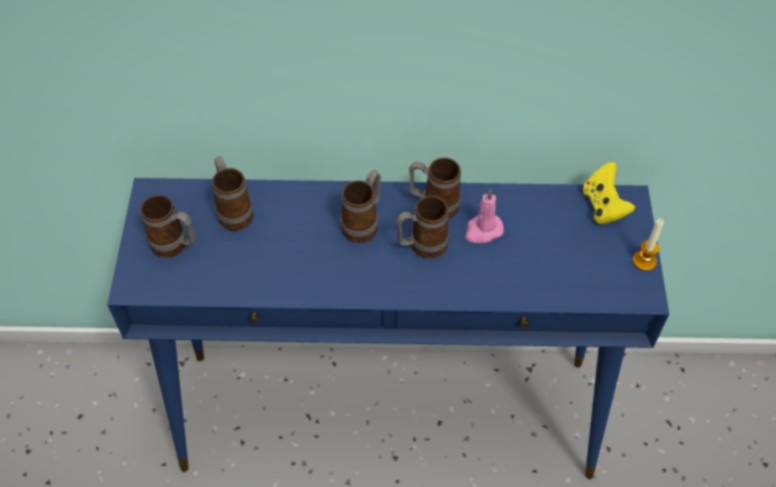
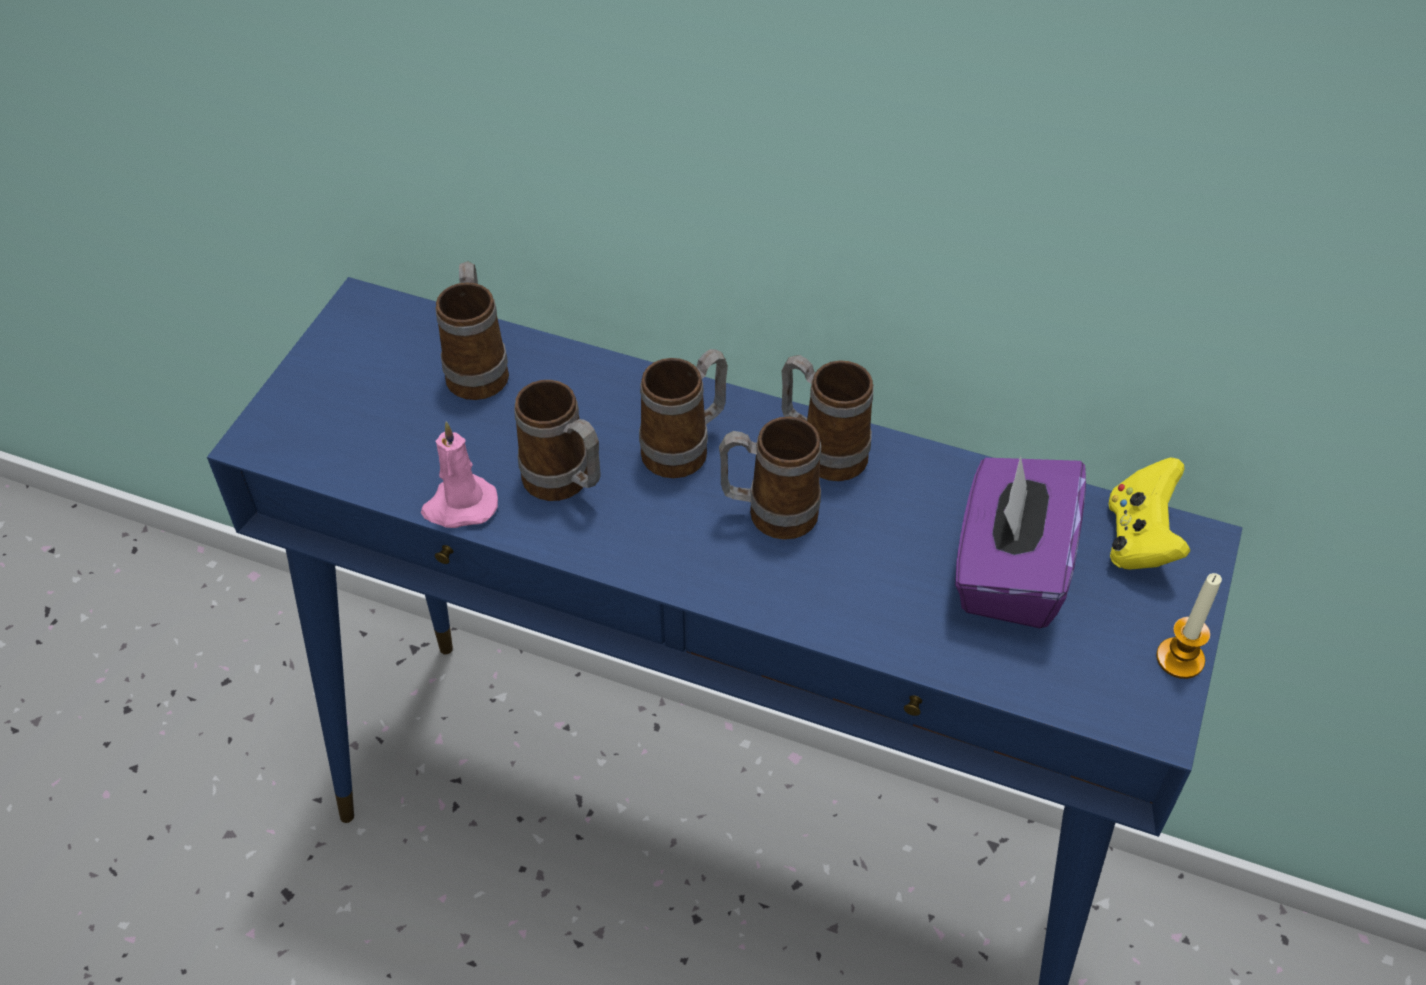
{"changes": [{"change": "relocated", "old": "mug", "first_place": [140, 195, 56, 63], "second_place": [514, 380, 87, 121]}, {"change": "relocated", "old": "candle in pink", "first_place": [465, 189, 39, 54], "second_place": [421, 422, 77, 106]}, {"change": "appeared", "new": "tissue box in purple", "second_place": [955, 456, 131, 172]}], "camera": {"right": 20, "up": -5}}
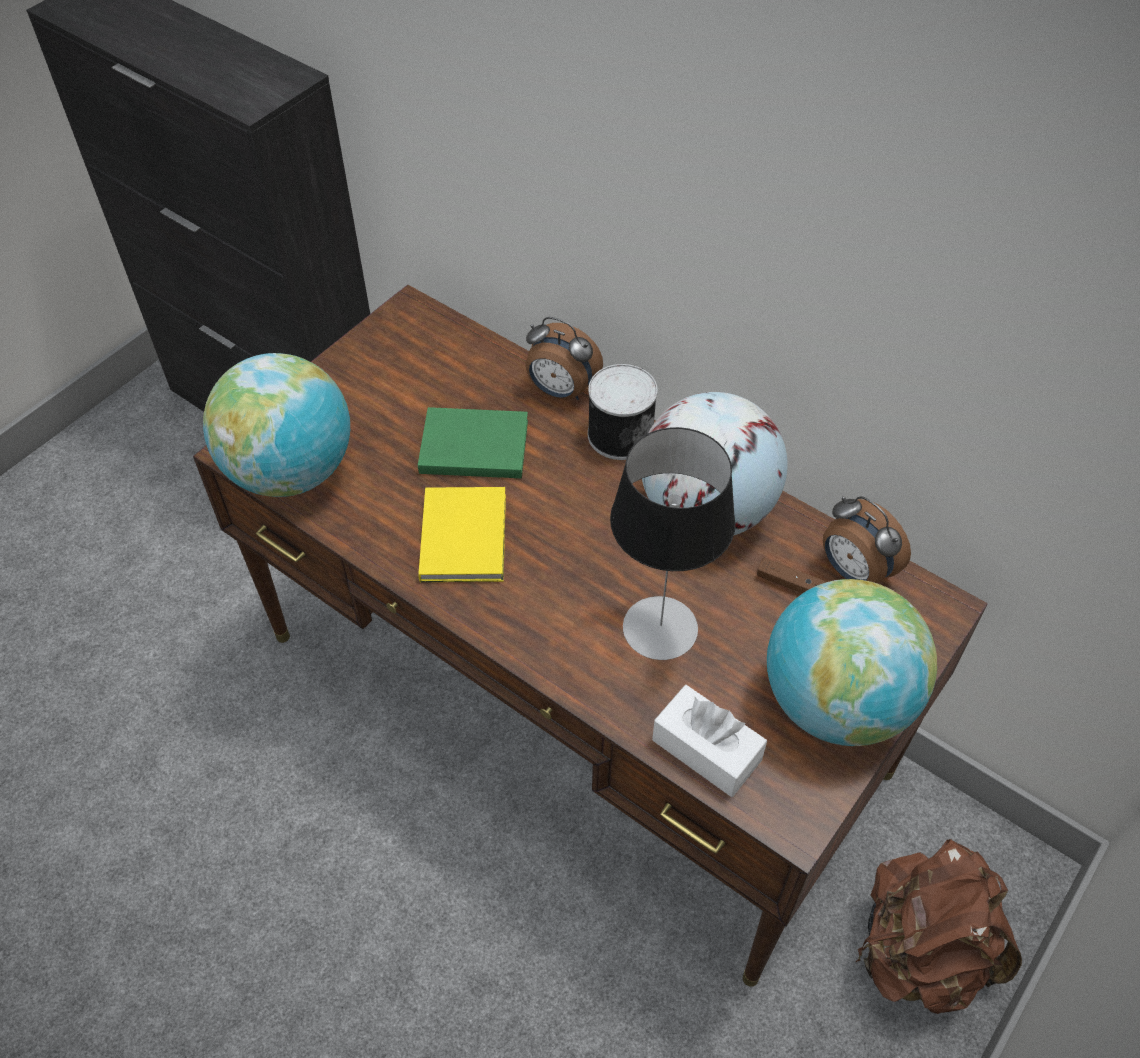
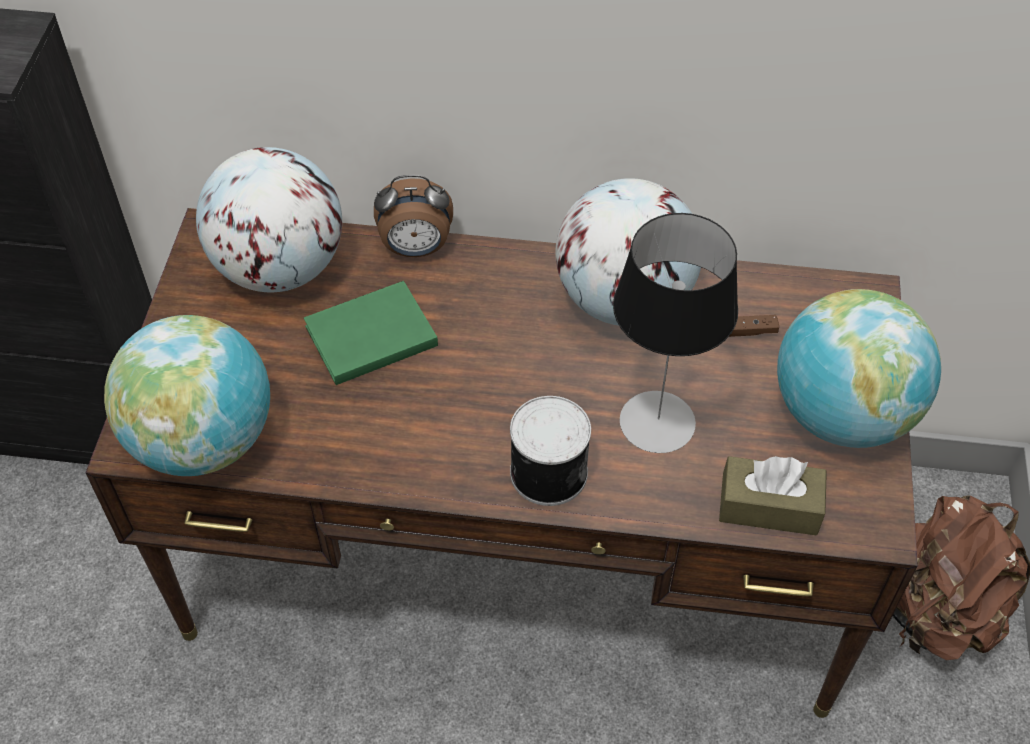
{"changes": [{"change": "missing", "old": "book in yellow", "first_place": [418, 487, 88, 95]}, {"change": "relocated", "old": "can", "first_place": [588, 364, 70, 96], "second_place": [510, 396, 81, 110]}, {"change": "colour", "old": "tissue box in white", "new": "tissue box in brown", "first_place": [652, 685, 115, 112], "second_place": [719, 456, 108, 80]}, {"change": "missing", "old": "alarm clock", "first_place": [823, 496, 88, 87]}, {"change": "appeared", "new": "globe", "second_place": [196, 147, 146, 145]}], "camera": {"right": -30, "up": 0}}
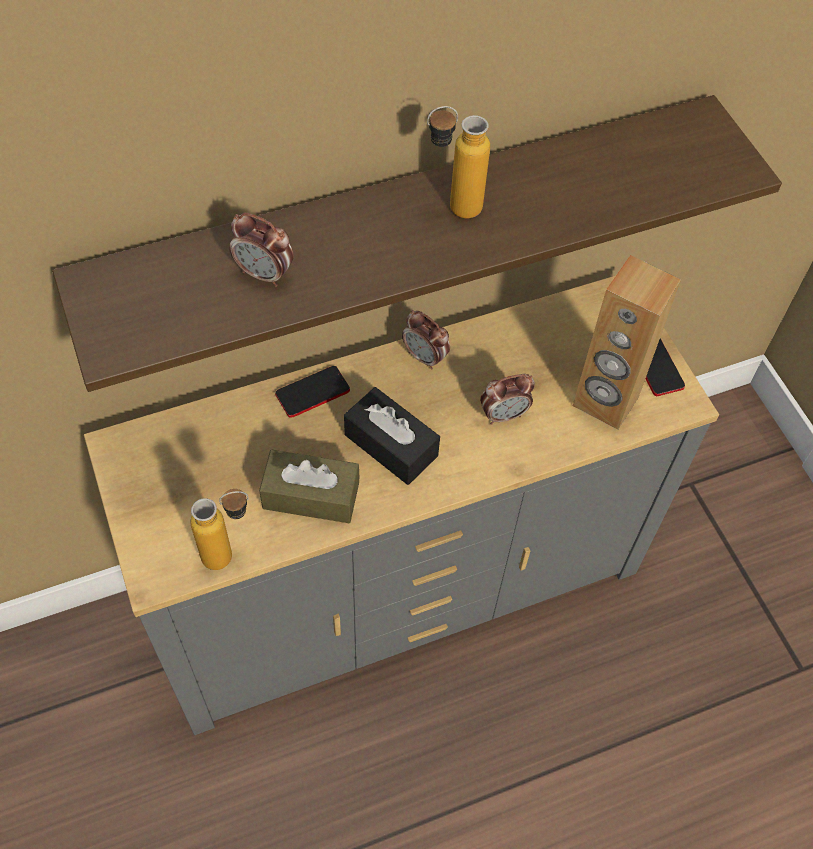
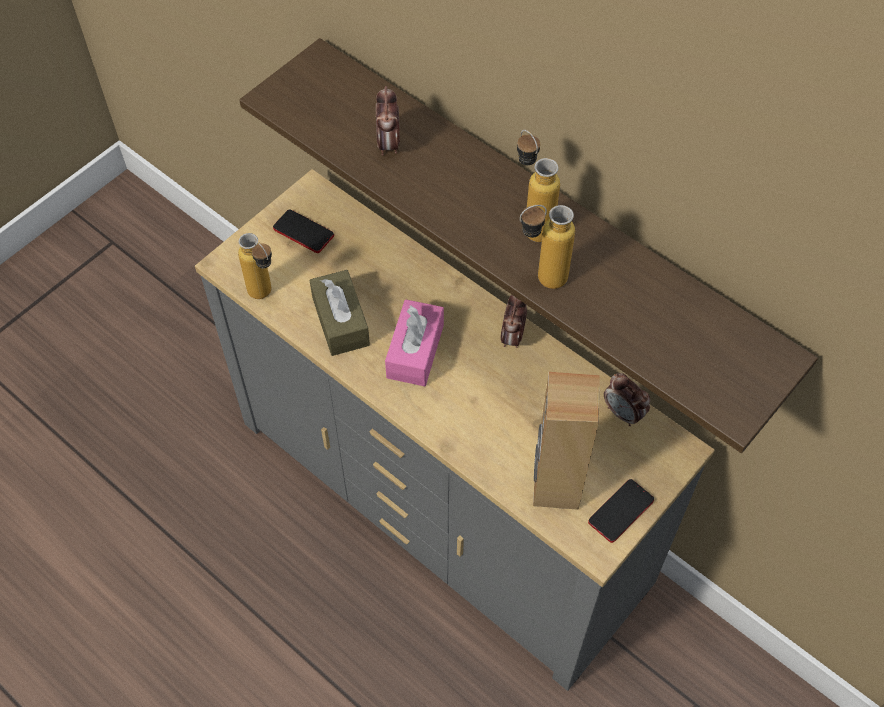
{"changes": [{"change": "relocated", "old": "phone", "first_place": [275, 366, 75, 52], "second_place": [273, 209, 61, 44]}, {"change": "colour", "old": "tissue box in black", "new": "tissue box in pink", "first_place": [344, 387, 96, 98], "second_place": [385, 299, 59, 87]}, {"change": "relocated", "old": "alarm clock", "first_place": [480, 373, 55, 52], "second_place": [604, 373, 46, 53]}, {"change": "appeared", "new": "bottle", "second_place": [520, 205, 55, 84]}], "camera": {"right": 65, "up": 0}}
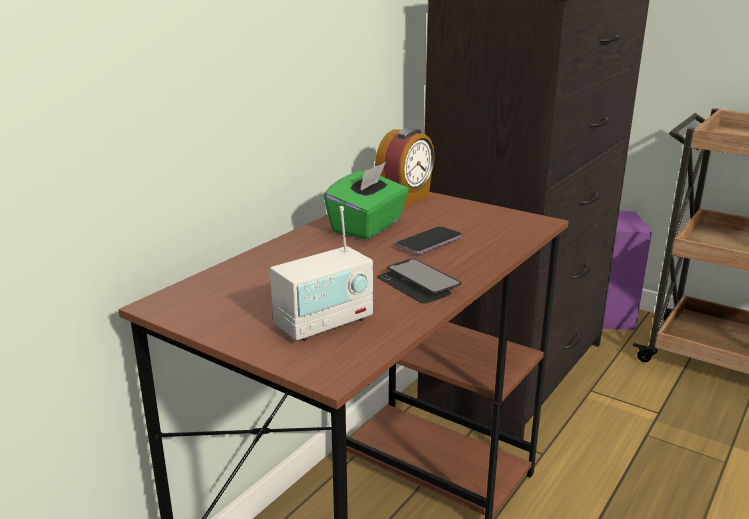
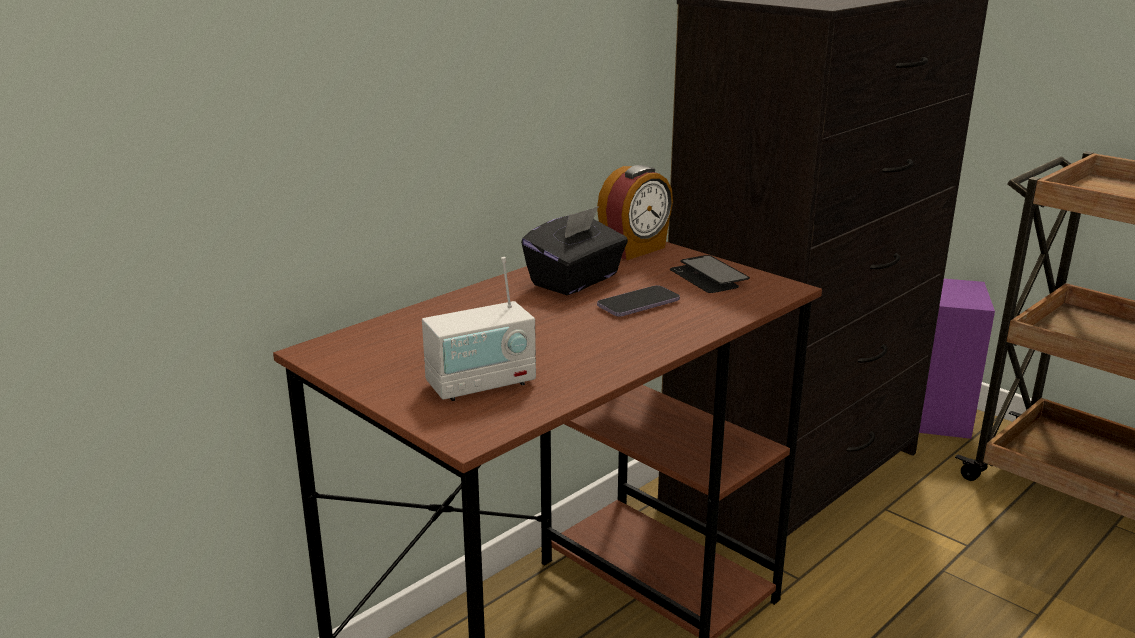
{"changes": [{"change": "colour", "old": "tissue box in green", "new": "tissue box in black", "first_place": [324, 162, 85, 78], "second_place": [521, 206, 107, 89]}, {"change": "relocated", "old": "phone", "first_place": [377, 259, 85, 45], "second_place": [670, 255, 80, 38]}], "camera": {"right": 10, "up": 0}}
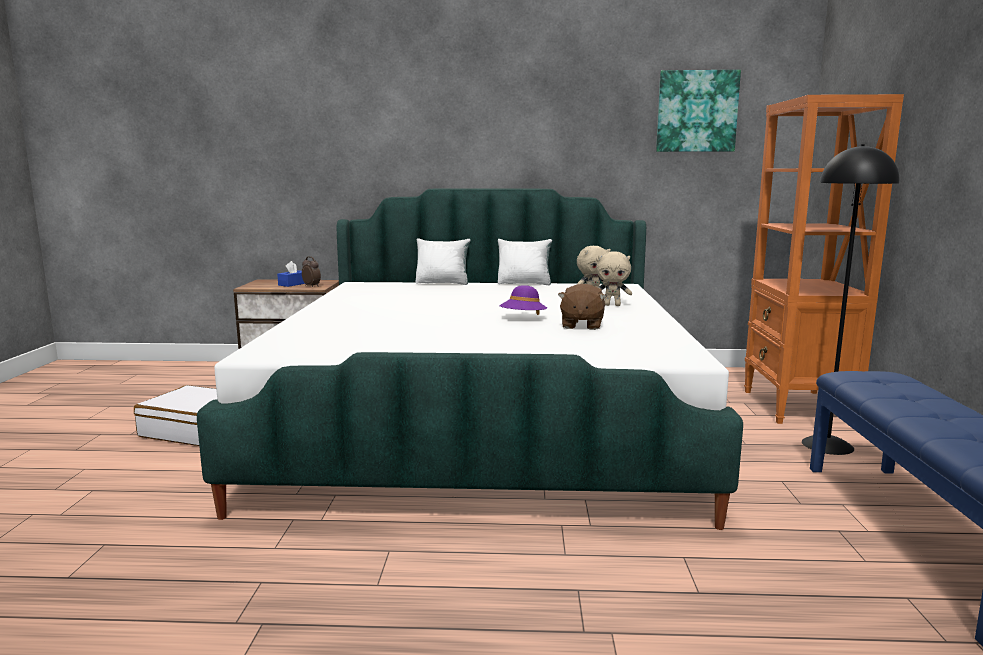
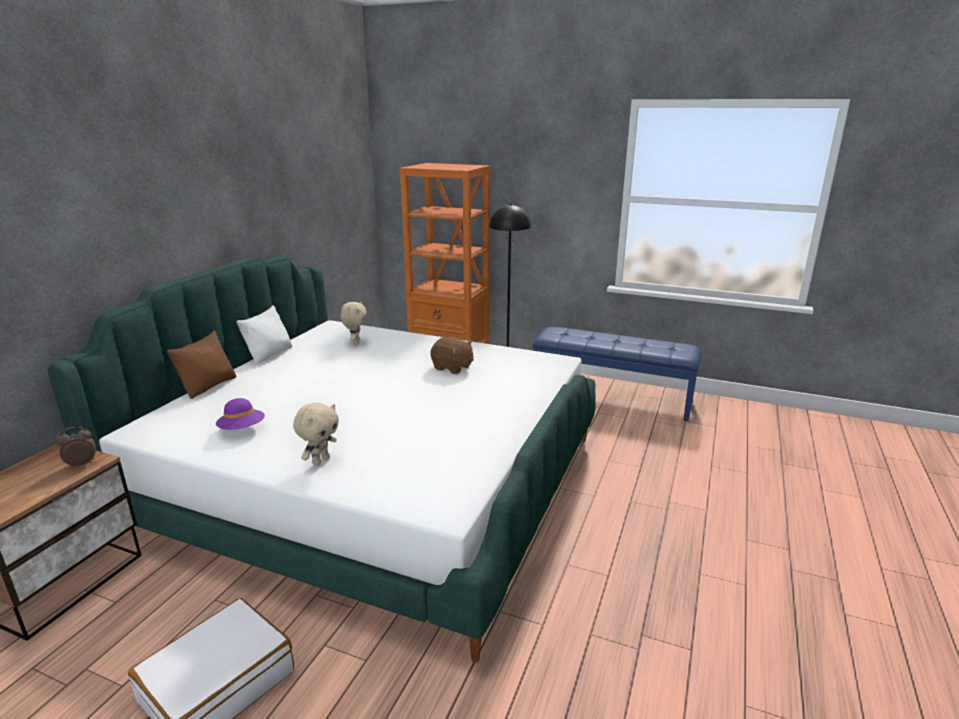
{"changes": [{"change": "missing", "old": "tissue box in blue", "first_place": [277, 261, 28, 26]}, {"change": "colour", "old": "pillow in white", "new": "pillow in brown", "first_place": [415, 238, 55, 47], "second_place": [167, 331, 69, 68]}, {"change": "relocated", "old": "hat in purple", "first_place": [499, 285, 48, 30], "second_place": [216, 398, 49, 32]}, {"change": "relocated", "old": "plush toy in beige", "first_place": [597, 251, 35, 55], "second_place": [293, 402, 46, 64]}, {"change": "missing", "old": "picture", "first_place": [656, 70, 85, 82]}], "camera": {"right": -70, "up": 10}}
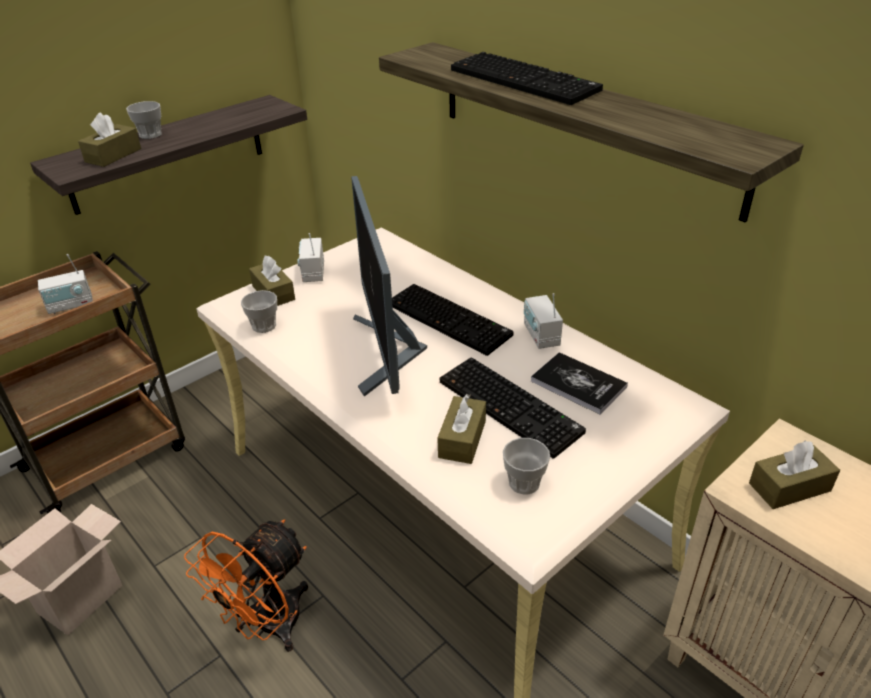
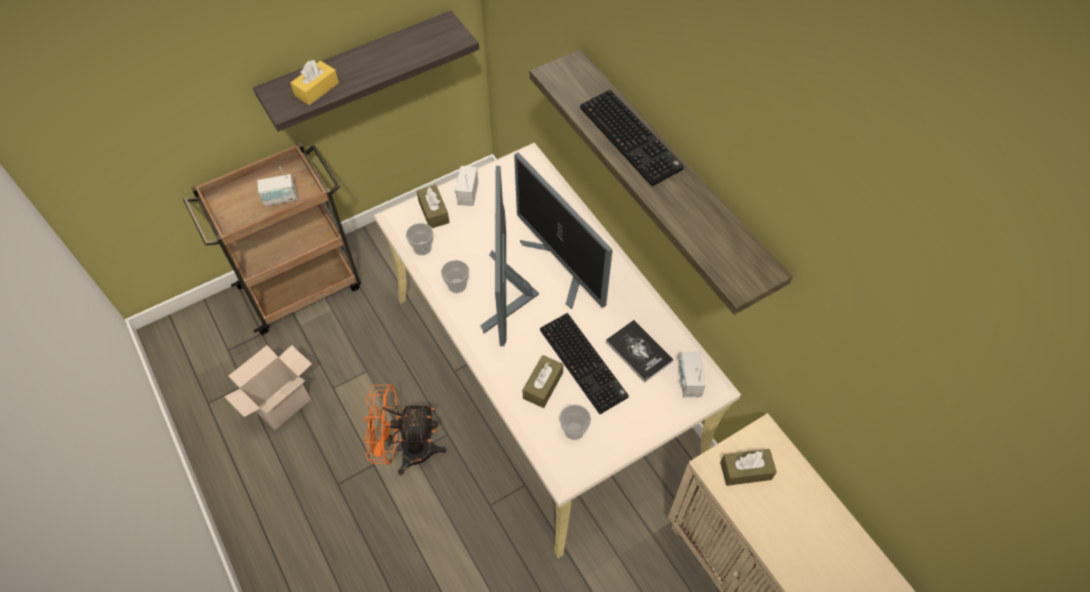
{"changes": [{"change": "colour", "old": "tissue box in brown", "new": "tissue box in yellow", "first_place": [78, 112, 63, 55], "second_place": [291, 60, 48, 45]}, {"change": "relocated", "old": "cup", "first_place": [126, 101, 36, 38], "second_place": [441, 260, 28, 33]}, {"change": "spun", "old": "fan in orange", "first_place": [184, 520, 124, 132], "second_place": [363, 384, 84, 91], "degrees": 45}, {"change": "exchanged", "old": "keyboard", "new": "monitor", "first_place": [392, 284, 121, 72], "second_place": [514, 152, 98, 157]}, {"change": "relocated", "old": "radio", "first_place": [524, 293, 39, 56], "second_place": [679, 352, 27, 45]}], "camera": {"right": 10, "up": 20}}
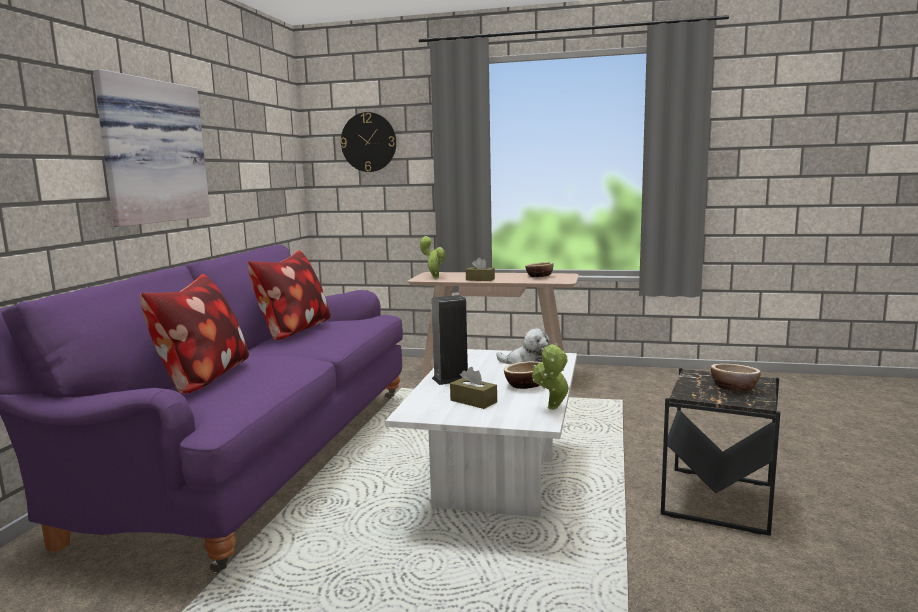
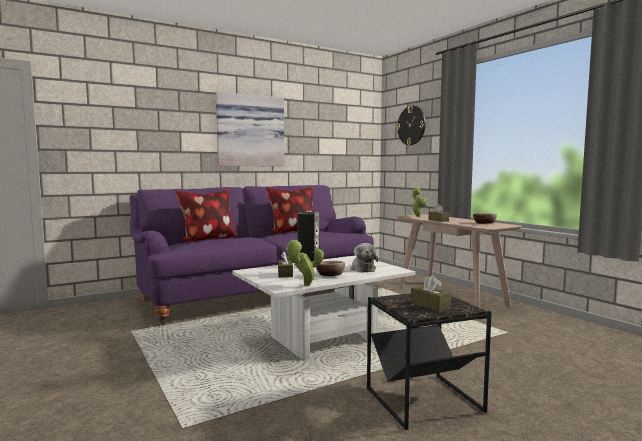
{"changes": [{"change": "exchanged", "old": "bowl", "new": "tissue box in brown", "first_place": [711, 364, 50, 27], "second_place": [411, 275, 40, 37]}], "camera": {"right": 45, "up": -5}}
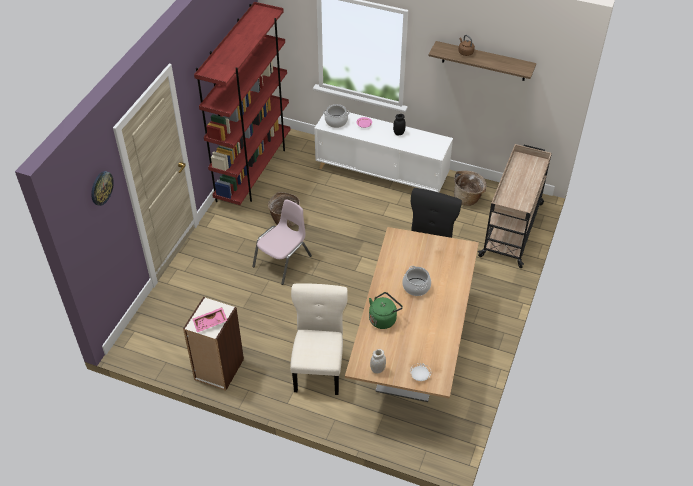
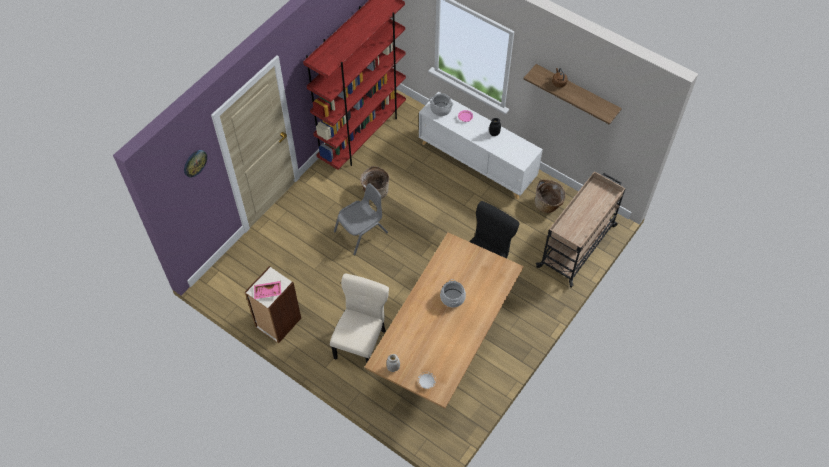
{"changes": [{"change": "colour", "old": "chair in pink", "new": "chair in grey", "first_place": [252, 199, 60, 86], "second_place": [334, 183, 54, 72]}, {"change": "missing", "old": "kettle in green", "first_place": [369, 292, 34, 37]}], "camera": {"right": 15, "up": 10}}
